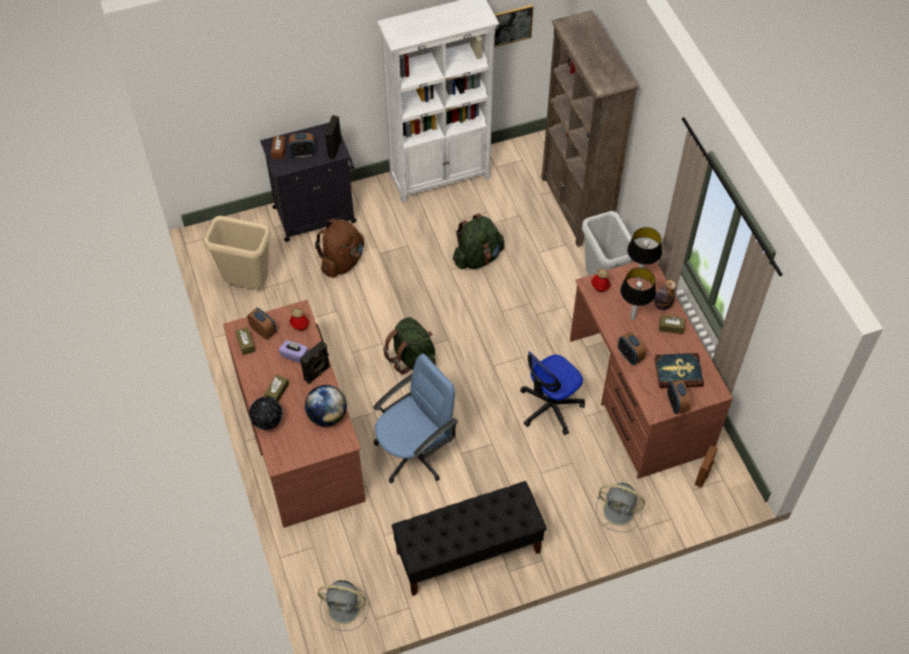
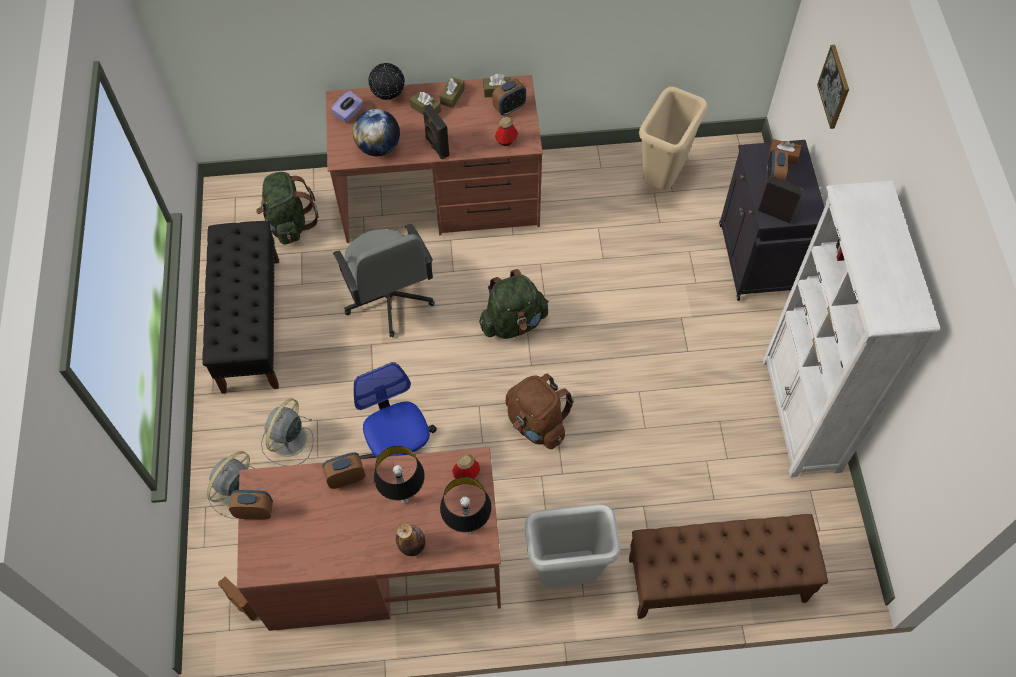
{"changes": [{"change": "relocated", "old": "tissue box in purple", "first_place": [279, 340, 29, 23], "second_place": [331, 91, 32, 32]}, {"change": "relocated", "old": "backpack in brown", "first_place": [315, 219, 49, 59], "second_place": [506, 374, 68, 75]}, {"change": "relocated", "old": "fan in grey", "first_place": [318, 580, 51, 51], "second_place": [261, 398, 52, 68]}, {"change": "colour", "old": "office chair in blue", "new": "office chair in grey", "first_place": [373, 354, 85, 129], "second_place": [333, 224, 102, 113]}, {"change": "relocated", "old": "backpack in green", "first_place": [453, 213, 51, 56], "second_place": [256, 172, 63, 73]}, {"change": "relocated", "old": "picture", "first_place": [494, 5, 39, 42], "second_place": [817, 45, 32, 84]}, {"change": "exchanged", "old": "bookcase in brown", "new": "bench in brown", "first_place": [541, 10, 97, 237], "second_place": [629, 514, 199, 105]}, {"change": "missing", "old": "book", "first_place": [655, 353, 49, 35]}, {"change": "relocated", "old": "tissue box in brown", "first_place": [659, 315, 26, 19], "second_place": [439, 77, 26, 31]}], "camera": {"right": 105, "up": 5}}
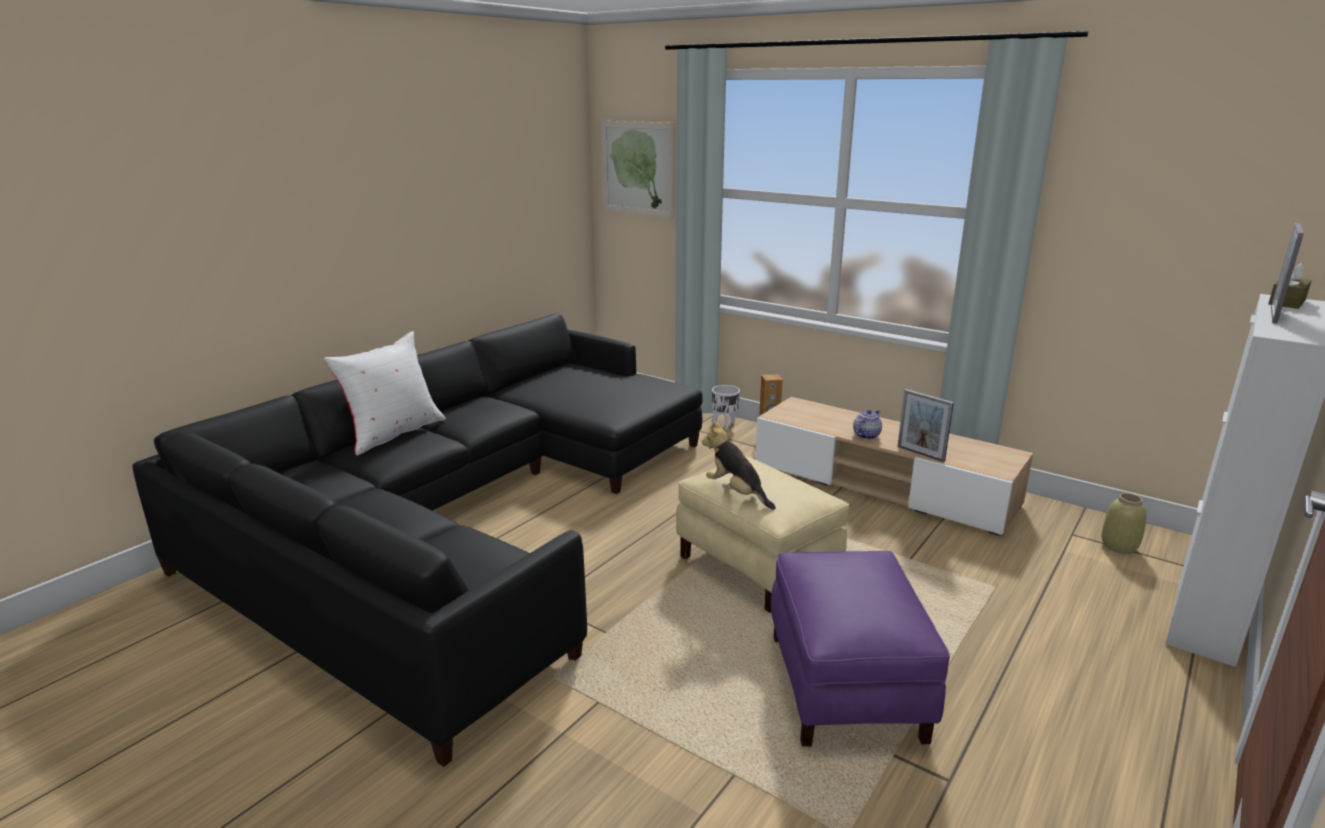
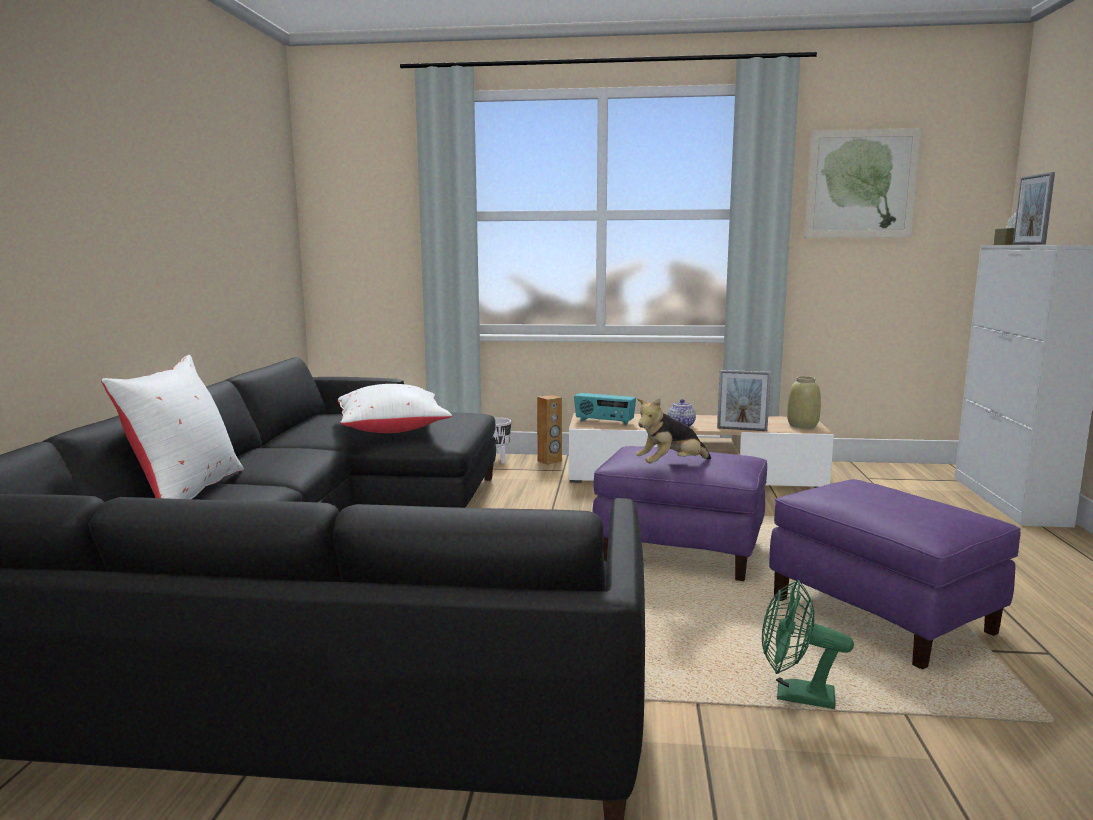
{"changes": [{"change": "relocated", "old": "picture", "first_place": [601, 121, 73, 97], "second_place": [805, 128, 117, 110]}, {"change": "colour", "old": "ottoman in beige", "new": "ottoman in purple", "first_place": [676, 457, 173, 156], "second_place": [592, 446, 175, 135]}, {"change": "spun", "old": "plush toy", "first_place": [701, 421, 75, 89], "second_place": [636, 398, 75, 65], "degrees": -45}, {"change": "relocated", "old": "vase in beige", "first_place": [1101, 493, 45, 61], "second_place": [787, 376, 34, 53]}, {"change": "appeared", "new": "pillow in white", "second_place": [338, 384, 114, 49]}, {"change": "appeared", "new": "radio", "second_place": [574, 393, 62, 32]}, {"change": "appeared", "new": "fan in green", "second_place": [762, 580, 92, 129]}], "camera": {"right": -30, "up": -10}}
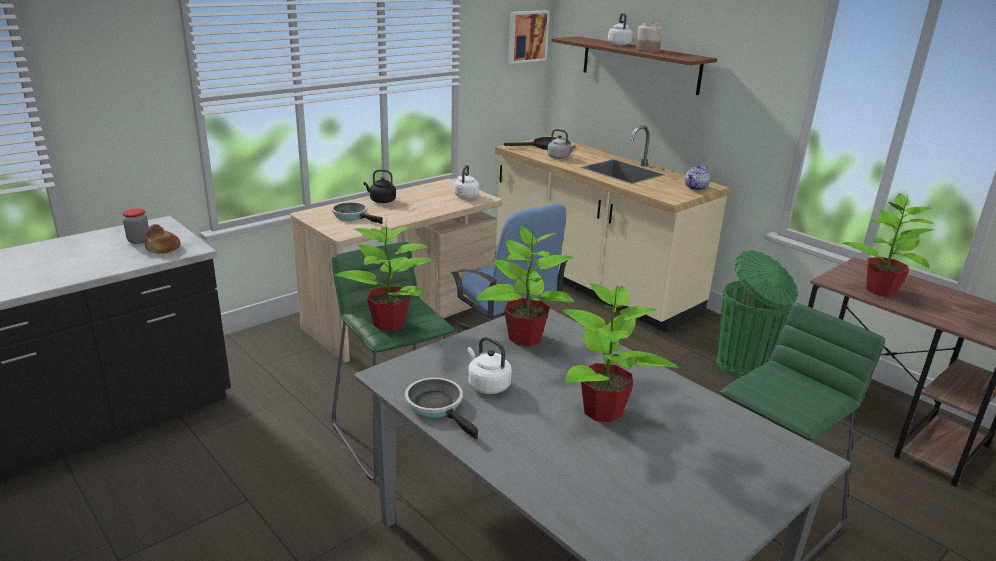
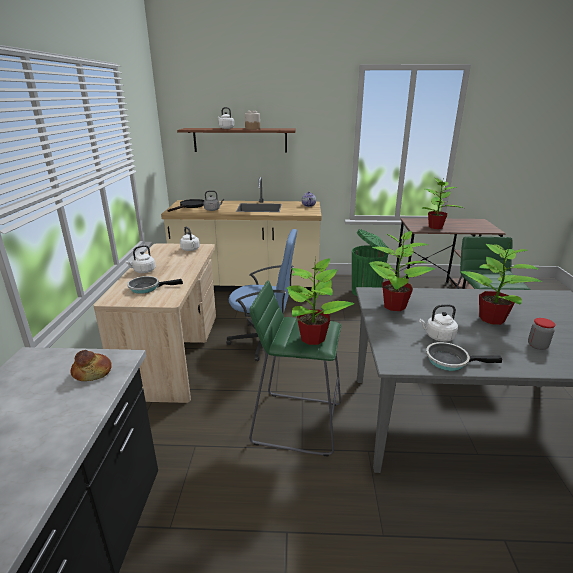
{"changes": [{"change": "relocated", "old": "jar", "first_place": [122, 208, 27, 36], "second_place": [528, 318, 27, 32]}, {"change": "colour", "old": "kettle in black", "new": "kettle in white", "first_place": [363, 170, 33, 33], "second_place": [125, 245, 30, 28]}, {"change": "missing", "old": "picture", "first_place": [508, 10, 42, 54]}], "camera": {"right": -45, "up": 0}}
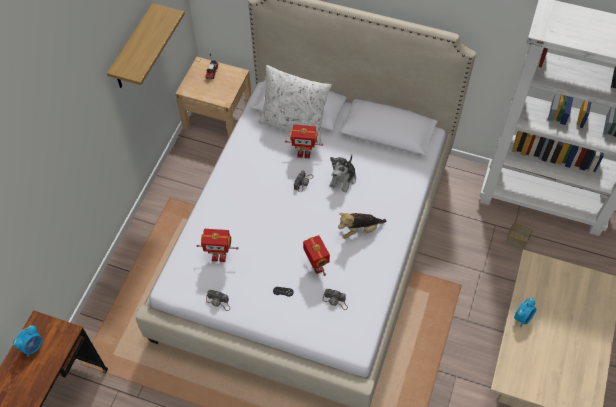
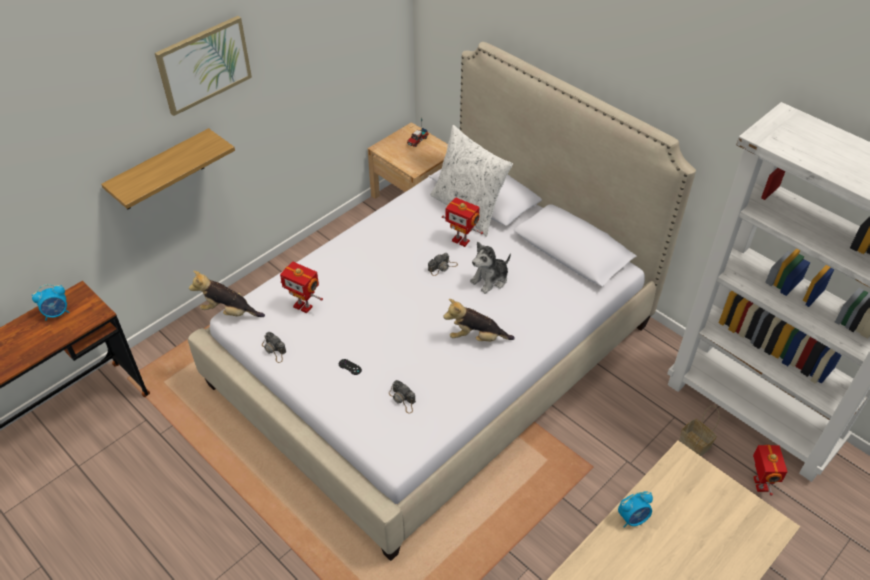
{"changes": [{"change": "relocated", "old": "shelf", "first_place": [107, 3, 78, 85], "second_place": [101, 128, 134, 82]}, {"change": "relocated", "old": "toy robot", "first_place": [303, 235, 27, 41], "second_place": [753, 445, 35, 51]}, {"change": "appeared", "new": "picture", "second_place": [155, 16, 97, 100]}, {"change": "appeared", "new": "plush toy", "second_place": [189, 271, 76, 46]}], "camera": {"right": 25, "up": -10}}
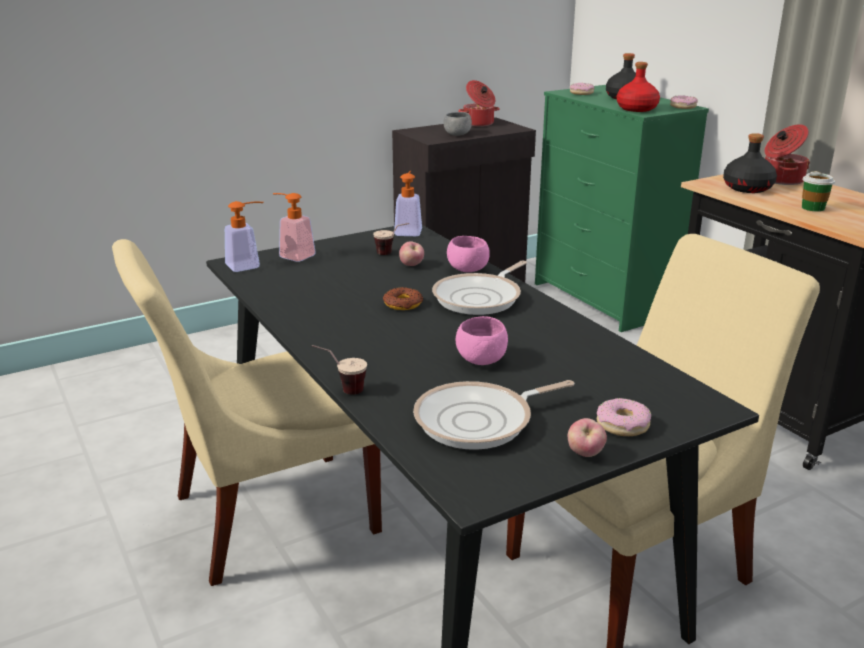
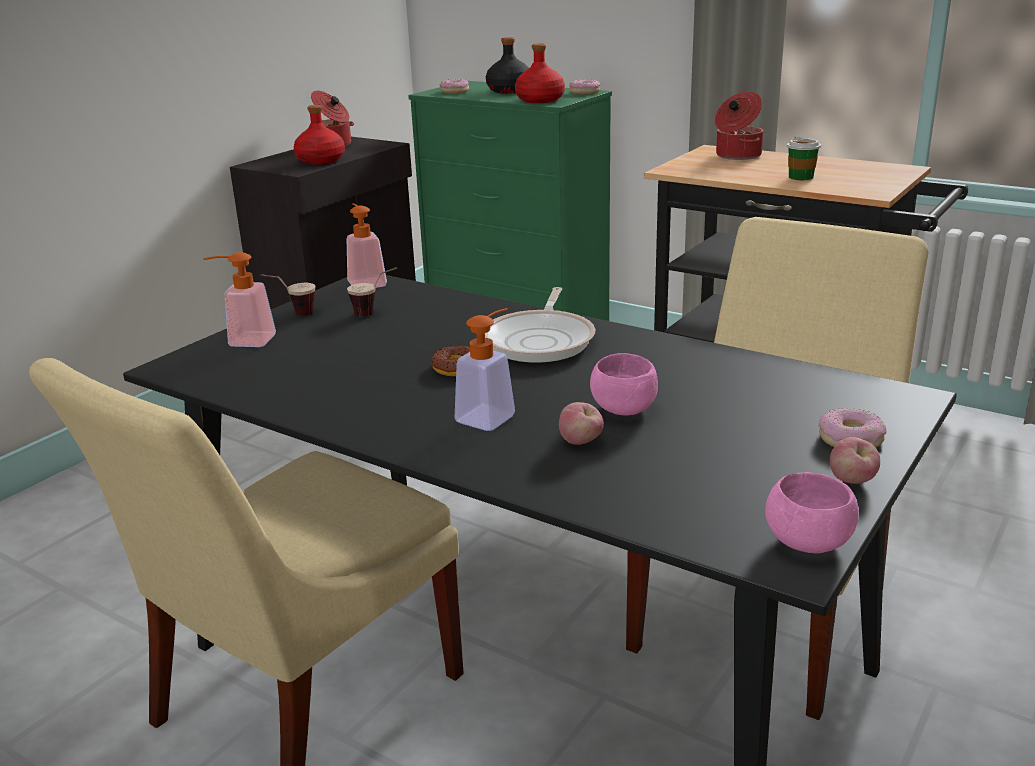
{"changes": [{"change": "relocated", "old": "soap dispenser", "first_place": [225, 201, 39, 71], "second_place": [454, 308, 61, 123]}, {"change": "relocated", "old": "cup", "first_place": [312, 345, 55, 50], "second_place": [261, 274, 54, 42]}, {"change": "relocated", "old": "apple", "first_place": [399, 241, 25, 25], "second_place": [559, 402, 45, 43]}, {"change": "missing", "old": "frying pan", "first_place": [413, 380, 161, 70]}, {"change": "exchanged", "old": "bowl in grey", "new": "bottle in red", "first_place": [444, 112, 28, 24], "second_place": [294, 105, 51, 60]}, {"change": "relocated", "old": "bowl in pink", "first_place": [447, 236, 43, 36], "second_place": [765, 472, 94, 81]}, {"change": "missing", "old": "bottle in black", "first_place": [723, 133, 54, 60]}], "camera": {"right": -25, "up": 0}}
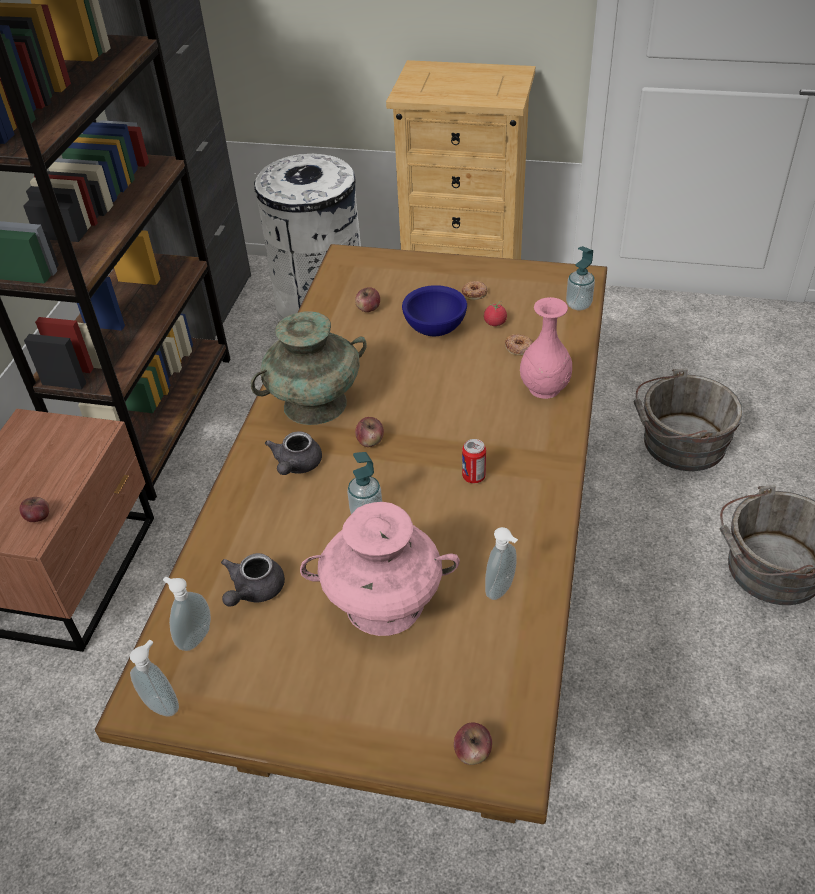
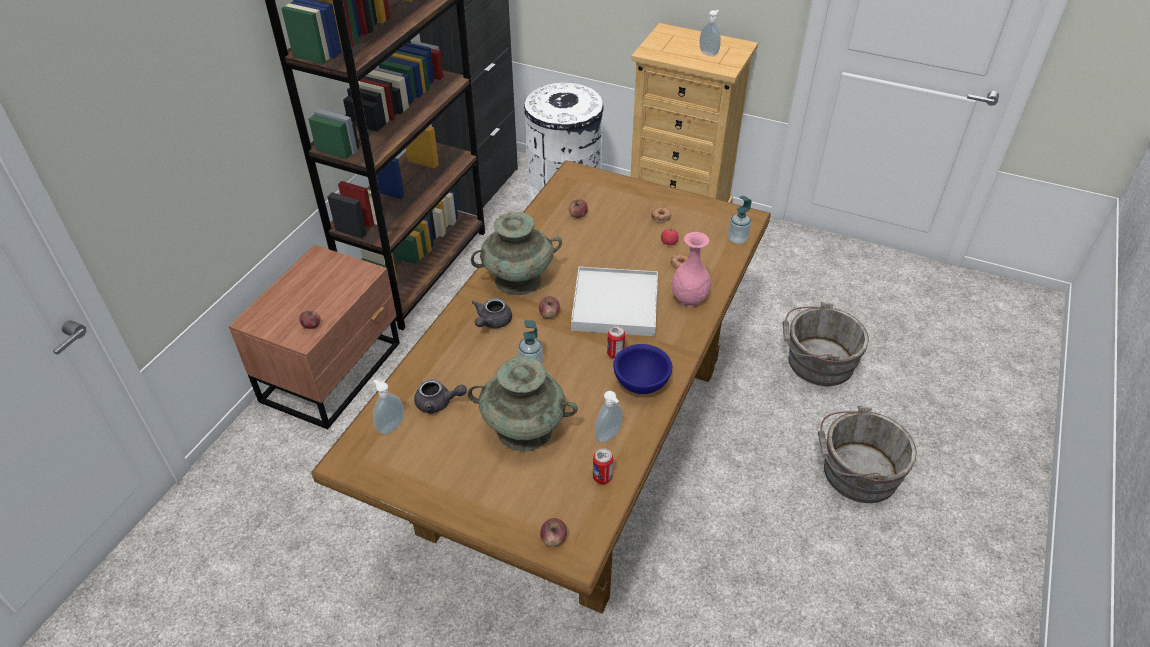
{"changes": [{"change": "relocated", "old": "soap dispenser", "first_place": [130, 640, 49, 77], "second_place": [699, 10, 22, 46]}, {"change": "spun", "old": "teapot in grey", "first_place": [221, 553, 64, 54], "second_place": [414, 379, 53, 35], "degrees": -120}, {"change": "colour", "old": "vase in pink", "new": "vase in turquoise", "first_place": [300, 502, 160, 134], "second_place": [467, 356, 111, 96]}, {"change": "relocated", "old": "bowl in blue", "first_place": [402, 285, 65, 51], "second_place": [613, 344, 59, 50]}, {"change": "appeared", "new": "tray in white", "second_place": [571, 267, 87, 69]}, {"change": "appeared", "new": "can", "second_place": [593, 448, 20, 36]}], "camera": {"right": 10, "up": 0}}
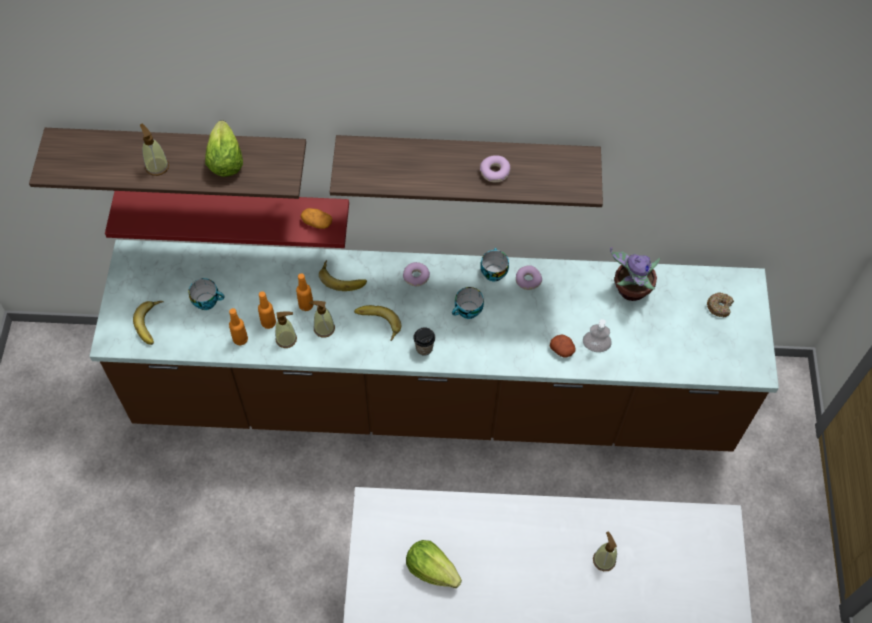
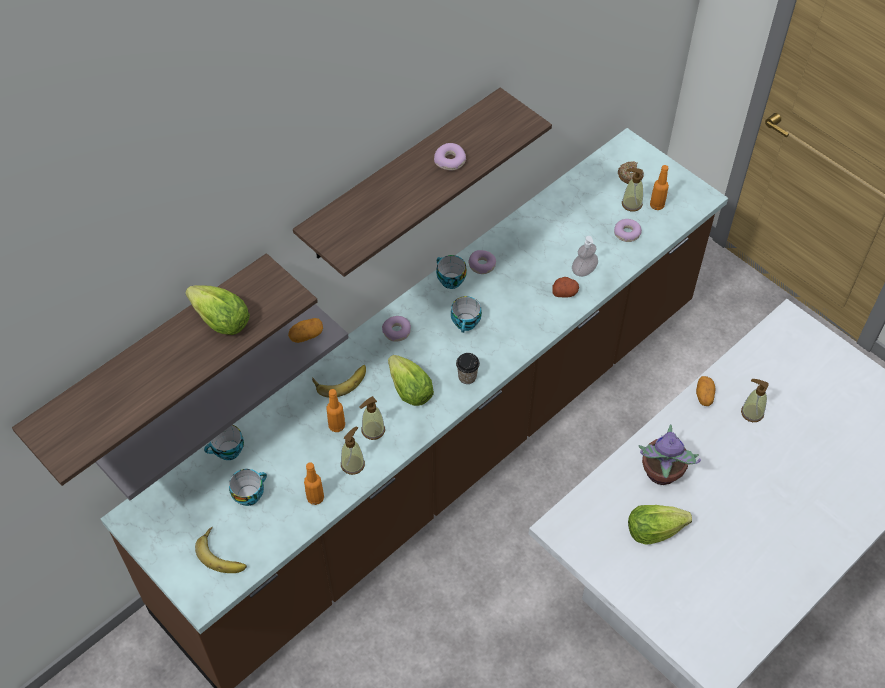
{"changes": [{"change": "colour", "old": "shelf in red", "new": "shelf in grey", "first_place": [105, 191, 244, 57], "second_place": [95, 304, 254, 196]}, {"change": "relocated", "old": "soap dispenser", "first_place": [140, 124, 29, 52], "second_place": [622, 168, 21, 44]}, {"change": "relocated", "old": "bottle in orange", "first_place": [258, 291, 18, 38], "second_place": [650, 165, 19, 45]}, {"change": "exchanged", "old": "banana", "new": "lettuce", "first_place": [354, 305, 47, 36], "second_place": [388, 355, 46, 51]}, {"change": "relocated", "old": "potted plant", "first_place": [610, 247, 50, 54], "second_place": [638, 424, 63, 61]}, {"change": "appeared", "new": "cup", "second_place": [204, 425, 40, 35]}, {"change": "appeared", "new": "donut", "second_place": [614, 219, 28, 23]}, {"change": "appeared", "new": "potato", "second_place": [696, 376, 20, 30]}], "camera": {"right": -45, "up": -5}}
